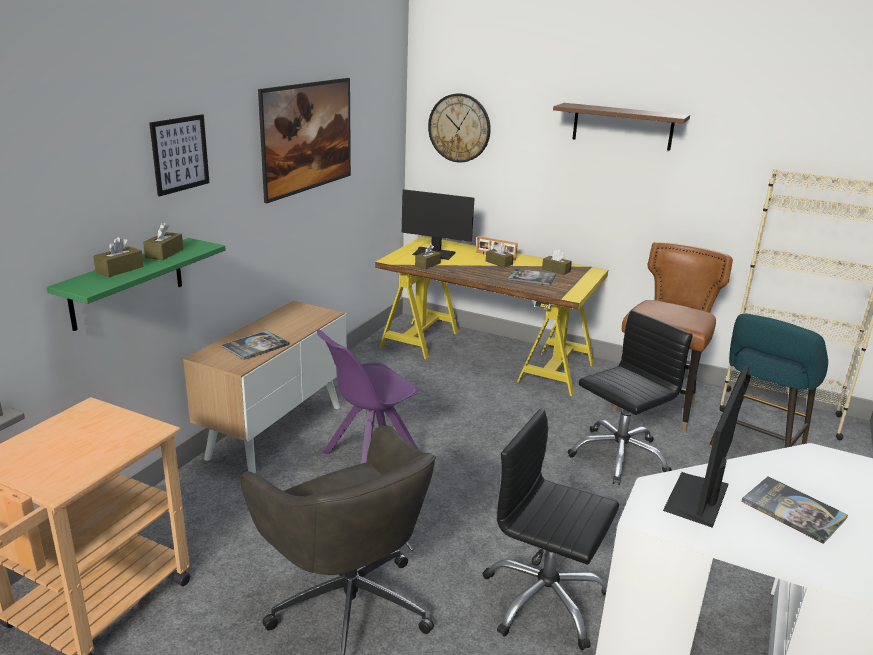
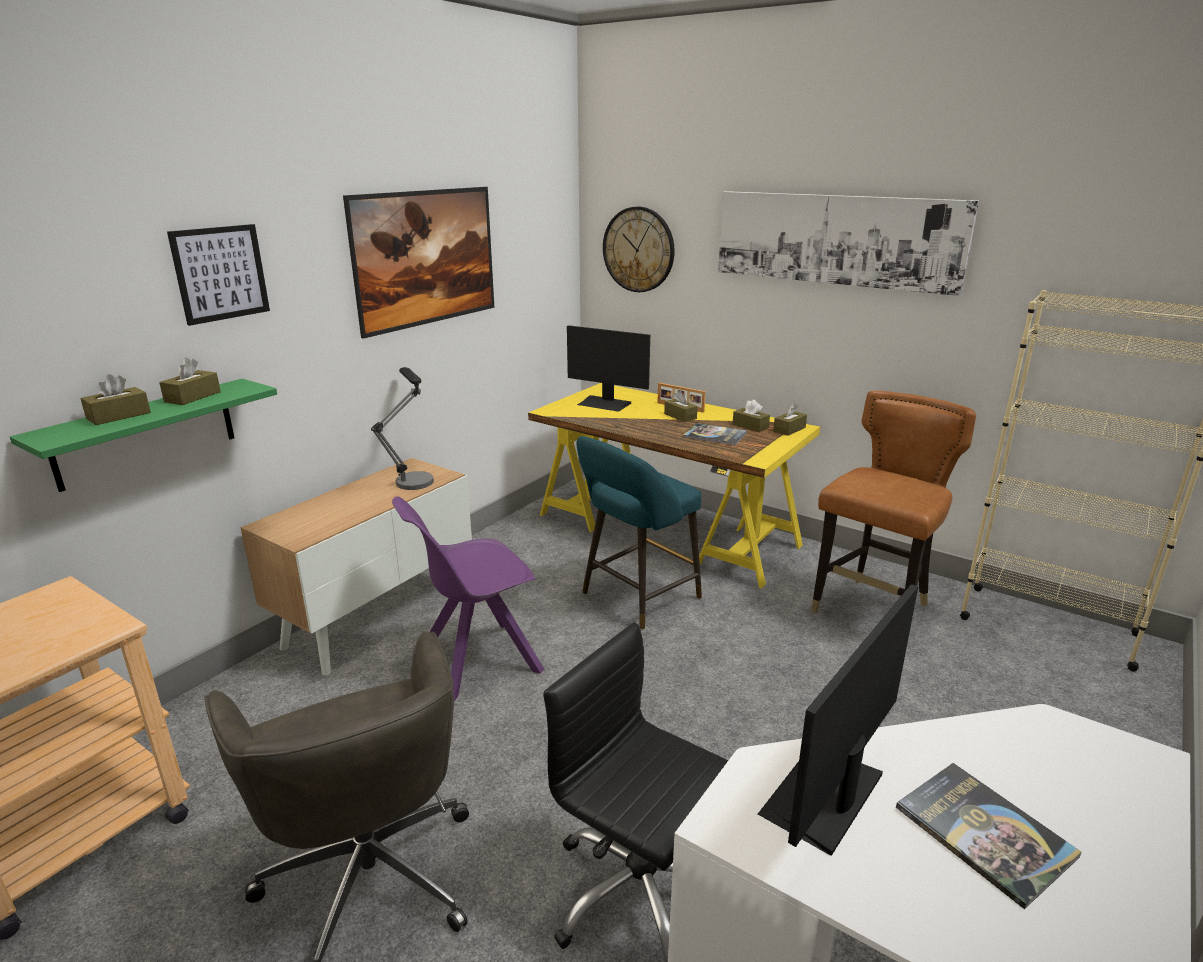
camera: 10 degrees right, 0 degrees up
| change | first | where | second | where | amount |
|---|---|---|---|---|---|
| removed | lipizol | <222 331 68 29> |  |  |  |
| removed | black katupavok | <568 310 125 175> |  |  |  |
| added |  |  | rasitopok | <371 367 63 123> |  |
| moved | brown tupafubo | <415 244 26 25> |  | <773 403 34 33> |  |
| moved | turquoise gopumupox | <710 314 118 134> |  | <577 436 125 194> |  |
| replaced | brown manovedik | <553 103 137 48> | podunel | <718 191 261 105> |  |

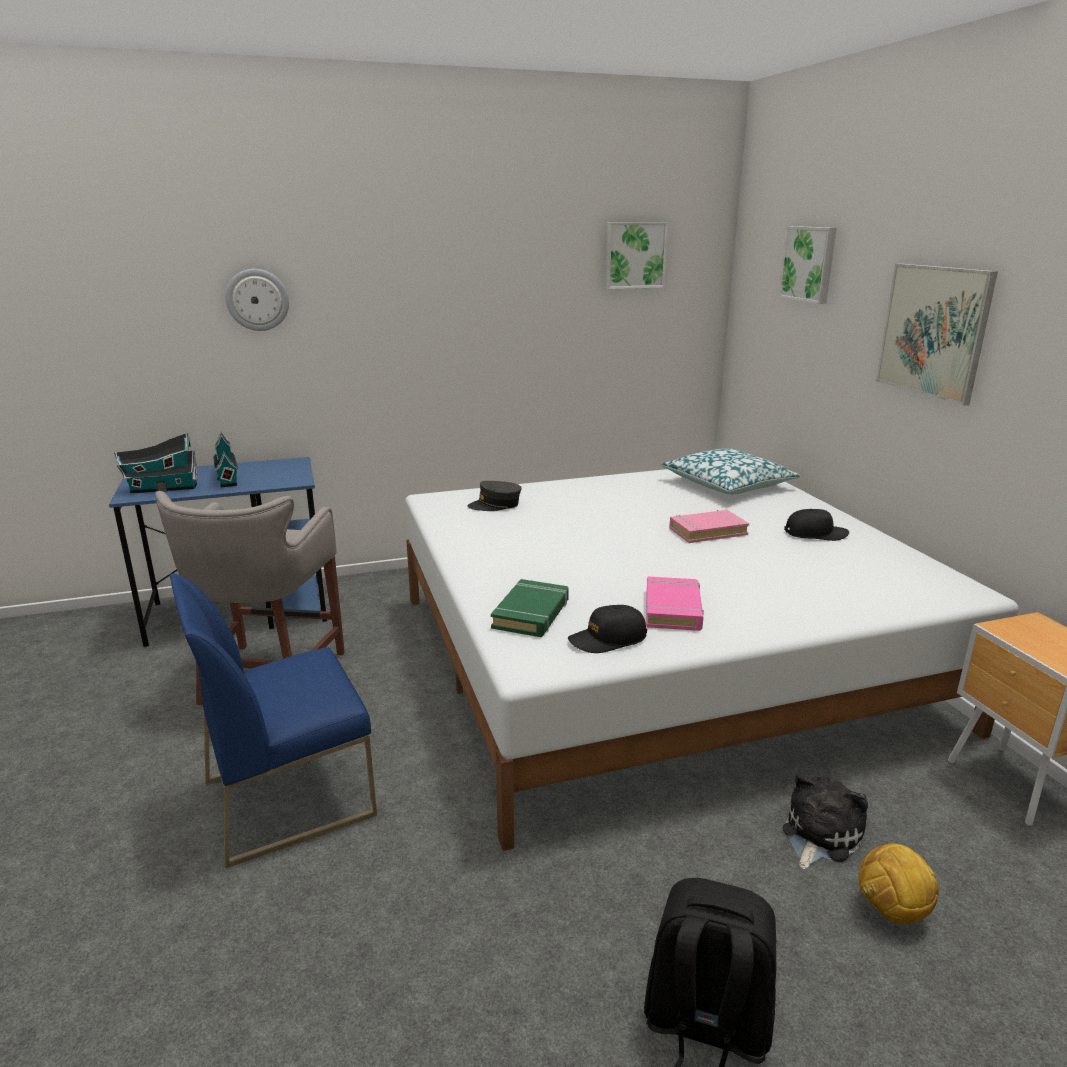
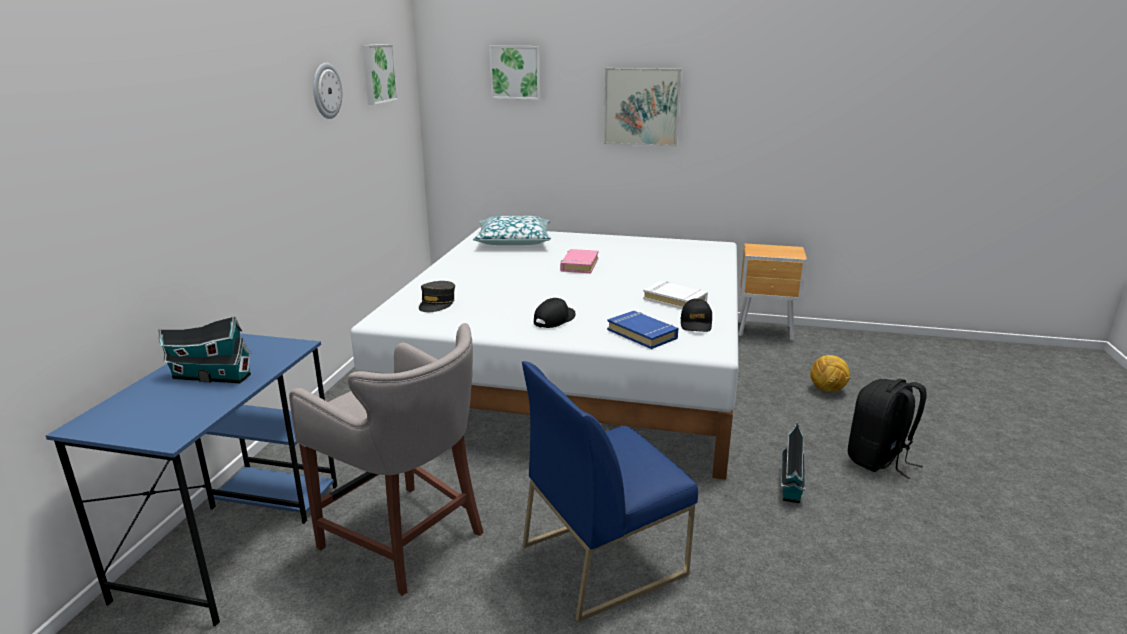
camera: 60 degrees left, 0 degrees up
| change | first | where | second | where | amount |
|---|---|---|---|---|---|
| removed | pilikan | <783 774 85 95> |  |  |  |
| moved | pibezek | <114 433 83 61> |  | <781 422 25 81> |  |
| moved | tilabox | <225 269 64 62> |  | <313 63 29 56> |  |
| moved | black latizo | <784 509 65 32> |  | <534 298 41 30> |  |
| recoloured | green lipizol | <491 579 78 58> | blue lipizol | <607 311 71 38> |  |
| recoloured | pink lipizol | <646 576 58 55> | white lipizol | <643 281 65 28> |  |
| turned | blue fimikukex | <169 573 208 295> |  | <522 361 176 261> | 60 degrees clockwise |

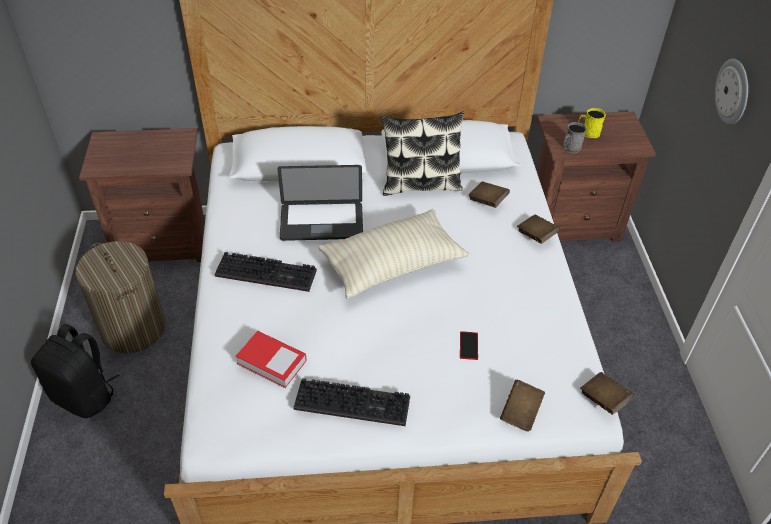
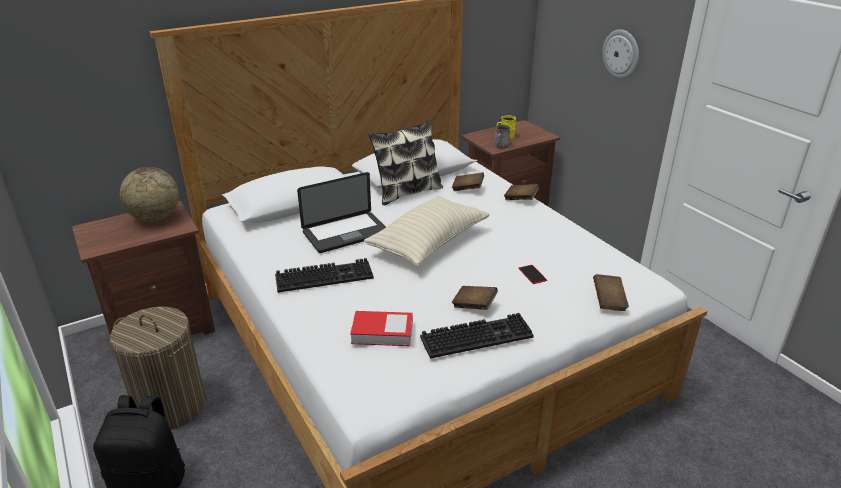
camera: 25 degrees left, 15 degrees down
| change | first | where | second | where | amount |
|---|---|---|---|---|---|
| added |  |  | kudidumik | <120 167 59 55> |  |
| moved | brown lipizol | <580 372 54 43> |  | <452 286 46 24> |  |

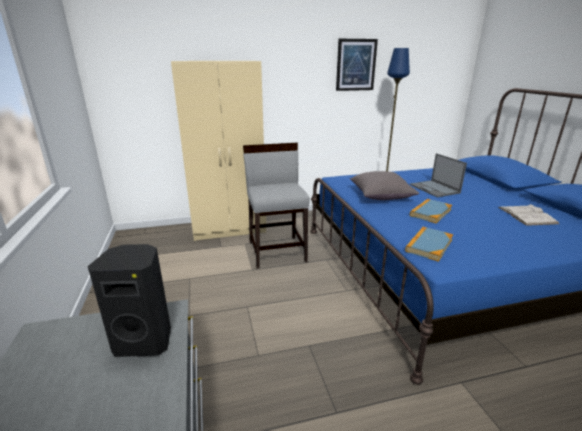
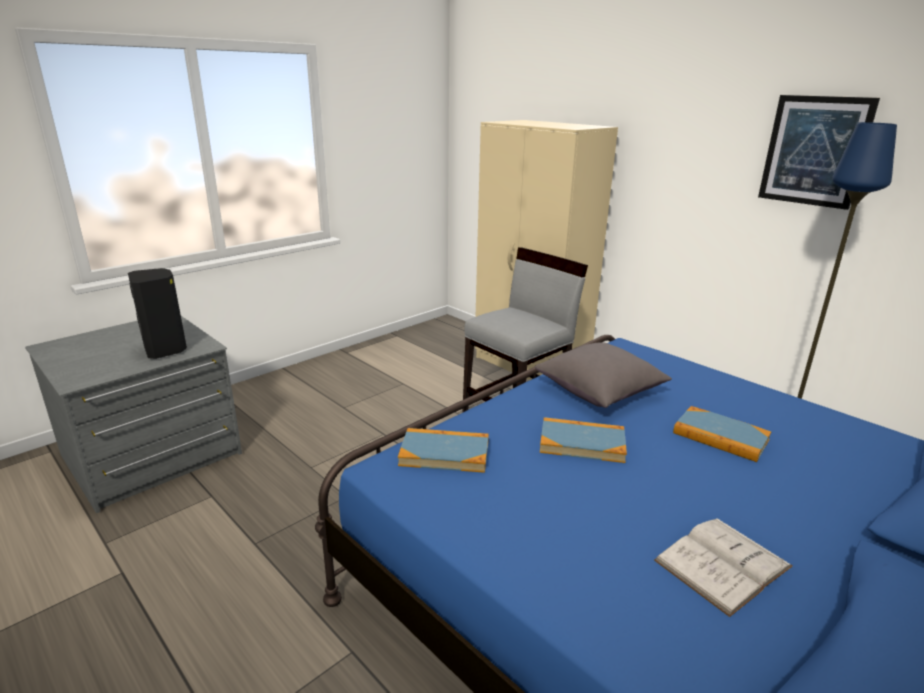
camera: 60 degrees right, 0 degrees up
| change | first | where | second | where | amount |
|---|---|---|---|---|---|
| replaced | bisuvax | <410 153 57 44> | lipizol | <673 406 98 56> |  |

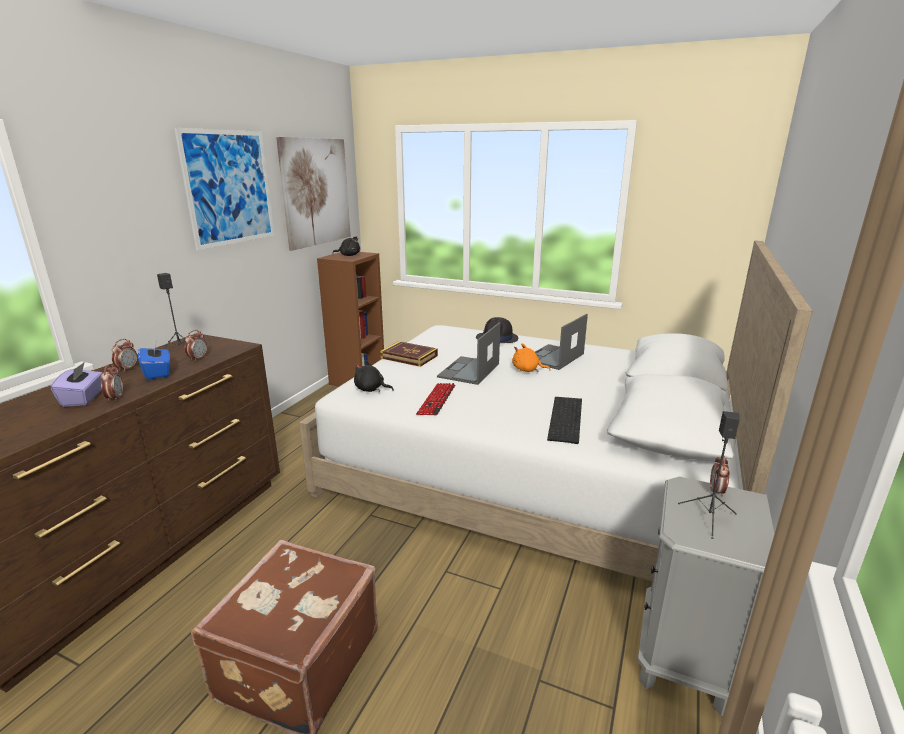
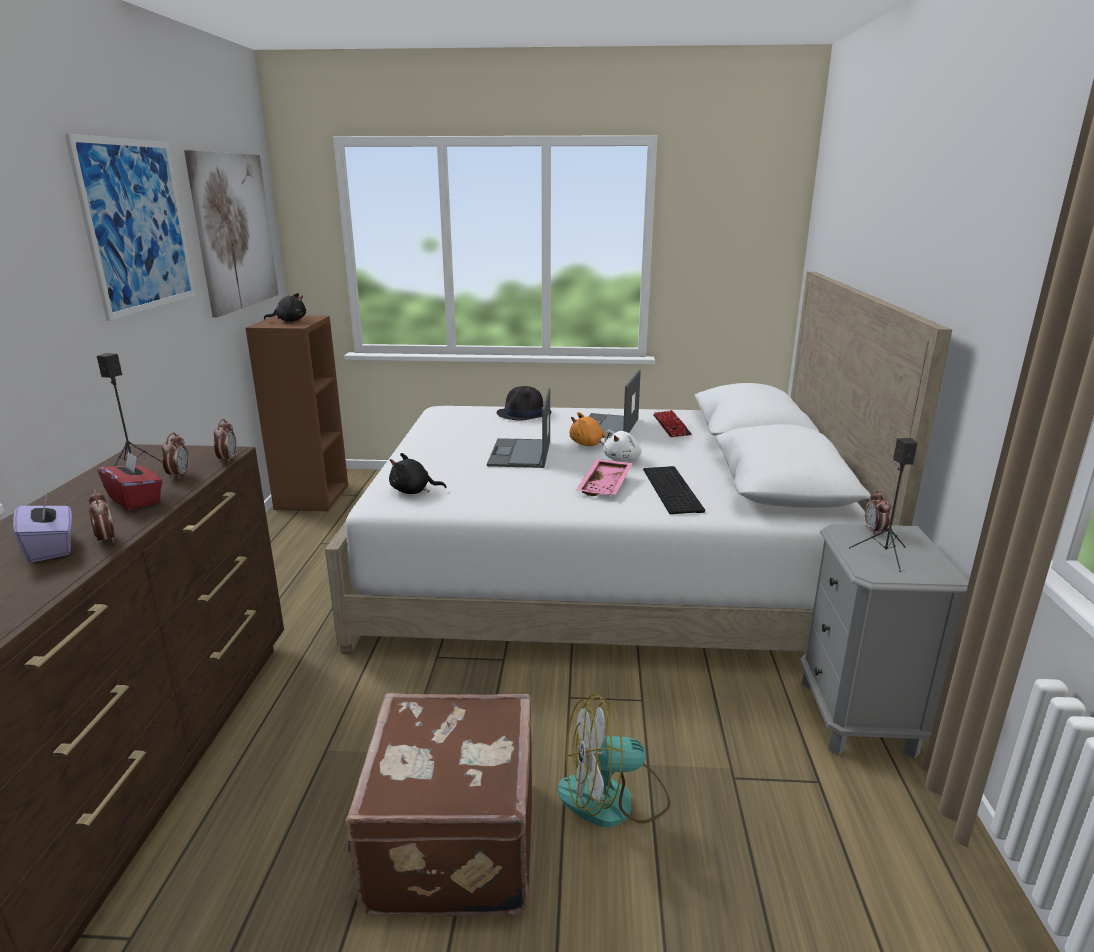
camera: 20 degrees left, 0 degrees up
| change | first | where | second | where | amount |
|---|---|---|---|---|---|
| removed | lipizol | <380 341 58 26> |  |  |  |
| added |  |  | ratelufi | <558 693 112 135> |  |
| added |  |  | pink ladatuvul | <576 459 57 37> |  |
| added |  |  | white pilikan | <603 430 38 31> |  |
| moved | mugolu | <112 339 25 33> |  | <214 419 23 44> |  |
| moved | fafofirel | <416 383 39 32> |  | <653 410 39 27> |  |
| recoloured | blue tupafubo | <138 341 32 39> | red tupafubo | <98 451 65 60> |  |

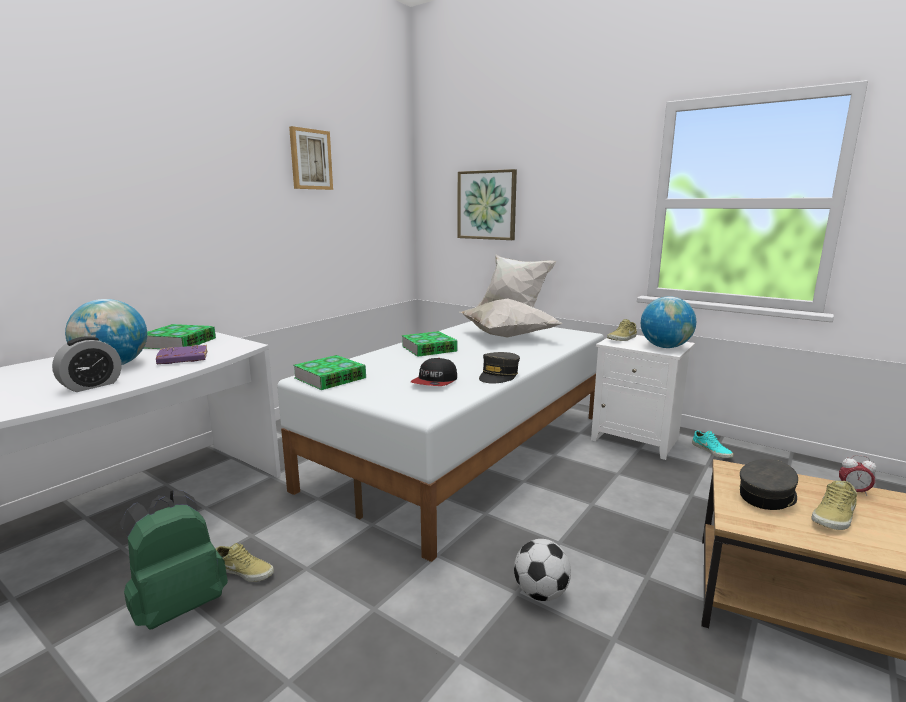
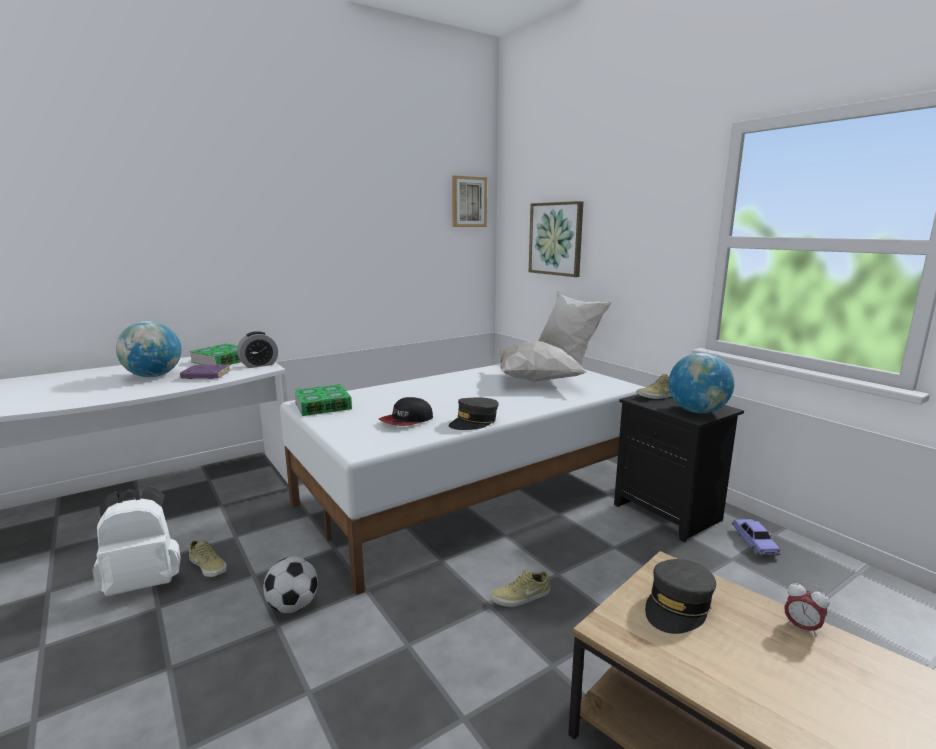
camera: 20 degrees right, 0 degrees up
| change | first | where | second | where | amount |
|---|---|---|---|---|---|
| removed | lipizol | <402 331 56 26> |  |  |  |
| moved | mugolu | <52 336 70 56> |  | <237 331 41 37> |  |
| moved | podunel | <289 126 44 64> |  | <452 176 35 51> |  |
| moved | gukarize | <514 539 57 62> |  | <263 556 55 57> |  |
| moved | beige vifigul | <812 481 45 49> |  | <490 569 60 38> |  |
| replaced | turquoise vifigul | <692 431 42 27> | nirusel | <732 519 49 38> |  |
| recoloured | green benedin | <120 490 108 140> | white benedin | <92 486 89 110> |  |
| recoloured | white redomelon | <591 335 104 125> | black redomelon | <614 394 130 149> |  |
| turned | grey latizo | <739 459 59 51> |  | <645 559 71 75> | 150 degrees clockwise |

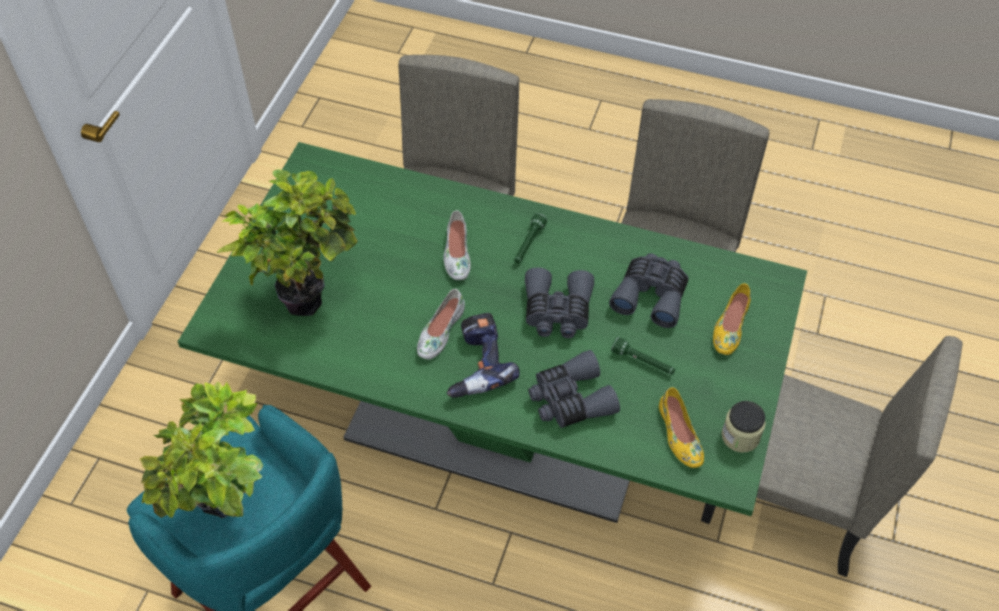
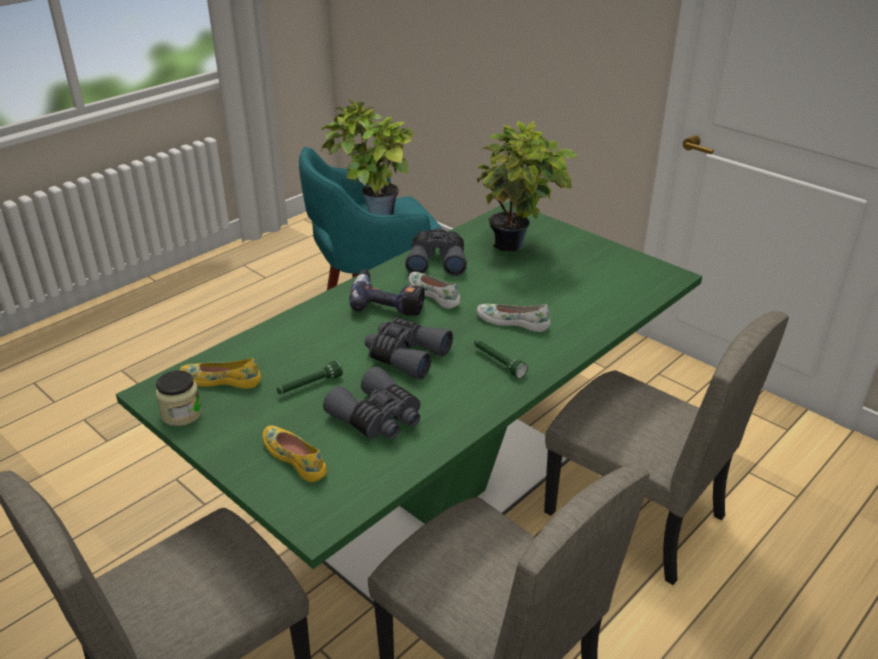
camera: 115 degrees right, 20 degrees down
| change | first | where | second | where | amount |
|---|---|---|---|---|---|
| moved | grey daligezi | <528 350 92 78> |  | <405 228 62 48> |  |

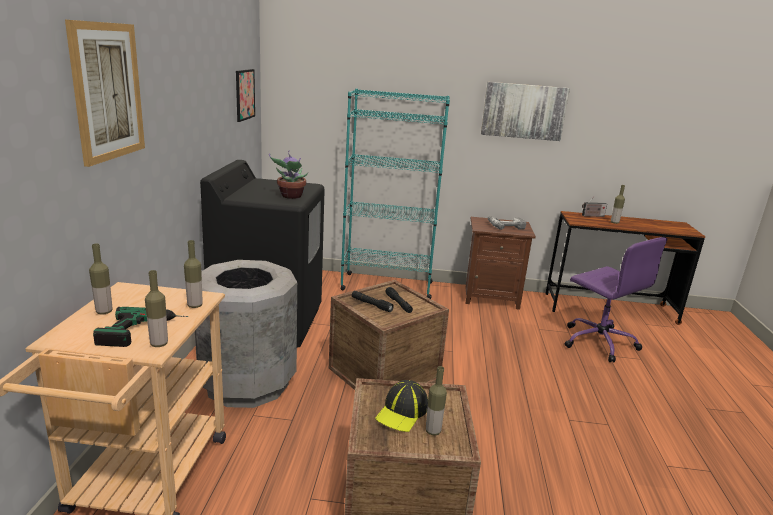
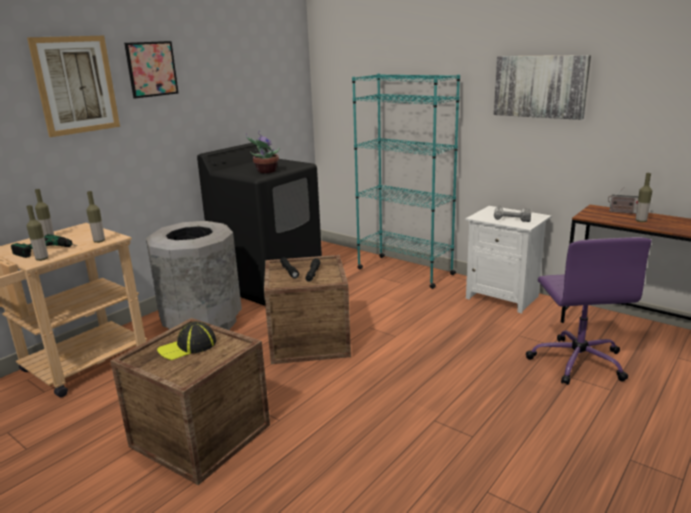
camera: 35 degrees right, 0 degrees up
| change | first | where | second | where | amount |
|---|---|---|---|---|---|
| removed | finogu | <426 366 21 70> |  |  |  |
| moved | podunel | <236 69 19 53> |  | <124 41 55 57> |  |
| recoloured | brown redomelon | <465 217 71 93> | white redomelon | <465 206 87 108> |  |

